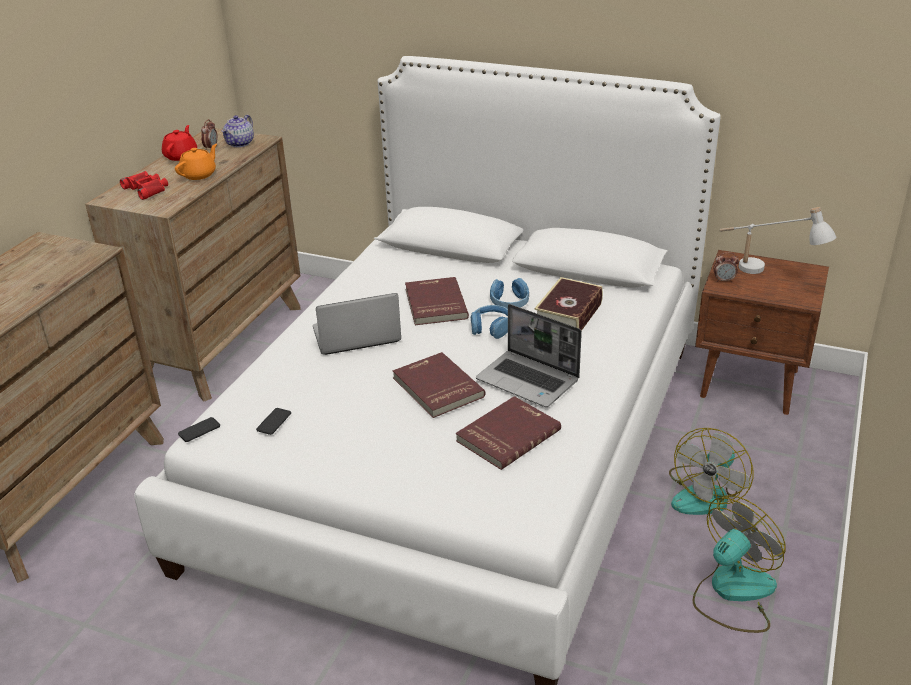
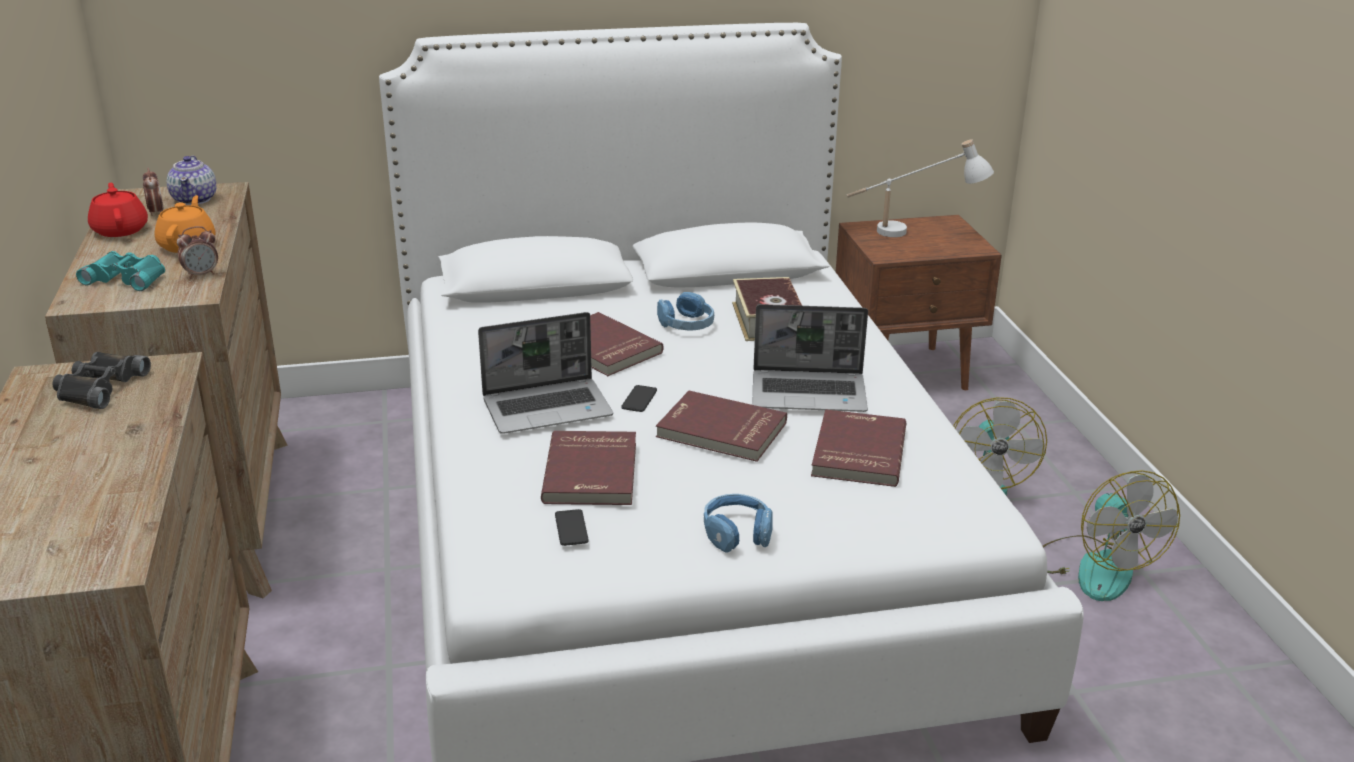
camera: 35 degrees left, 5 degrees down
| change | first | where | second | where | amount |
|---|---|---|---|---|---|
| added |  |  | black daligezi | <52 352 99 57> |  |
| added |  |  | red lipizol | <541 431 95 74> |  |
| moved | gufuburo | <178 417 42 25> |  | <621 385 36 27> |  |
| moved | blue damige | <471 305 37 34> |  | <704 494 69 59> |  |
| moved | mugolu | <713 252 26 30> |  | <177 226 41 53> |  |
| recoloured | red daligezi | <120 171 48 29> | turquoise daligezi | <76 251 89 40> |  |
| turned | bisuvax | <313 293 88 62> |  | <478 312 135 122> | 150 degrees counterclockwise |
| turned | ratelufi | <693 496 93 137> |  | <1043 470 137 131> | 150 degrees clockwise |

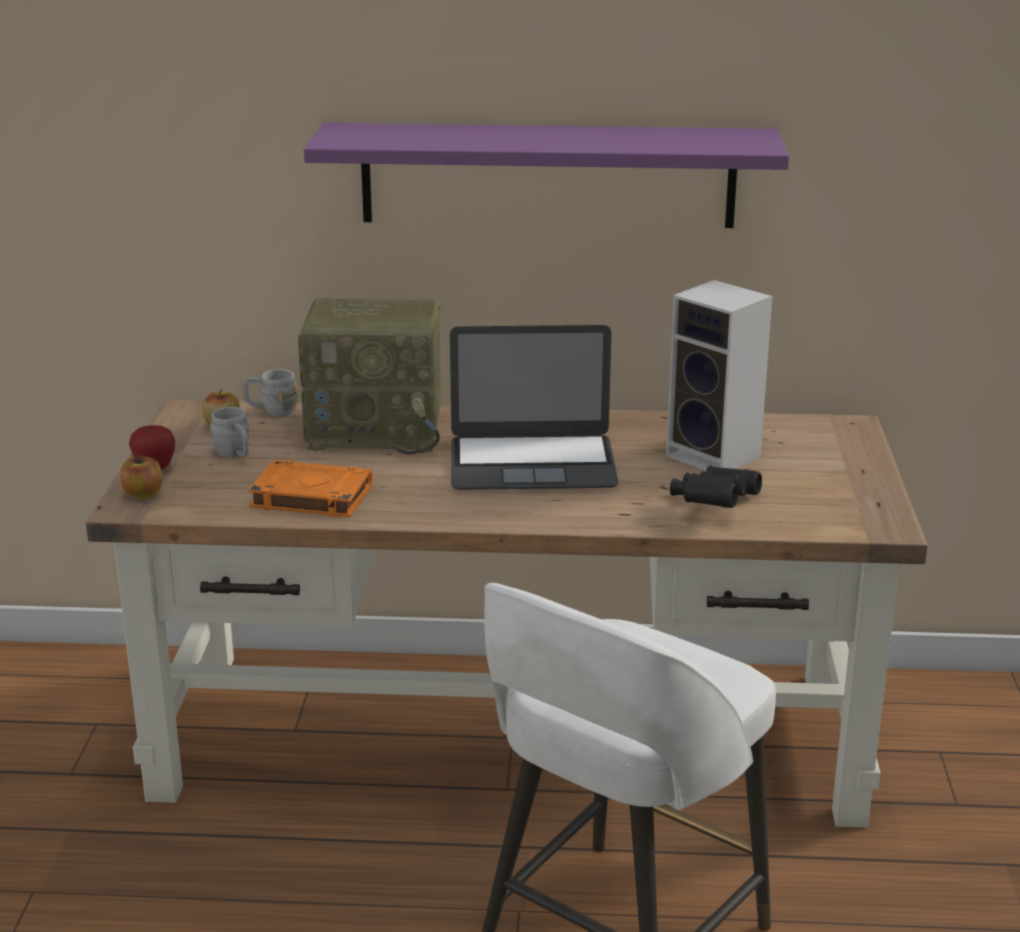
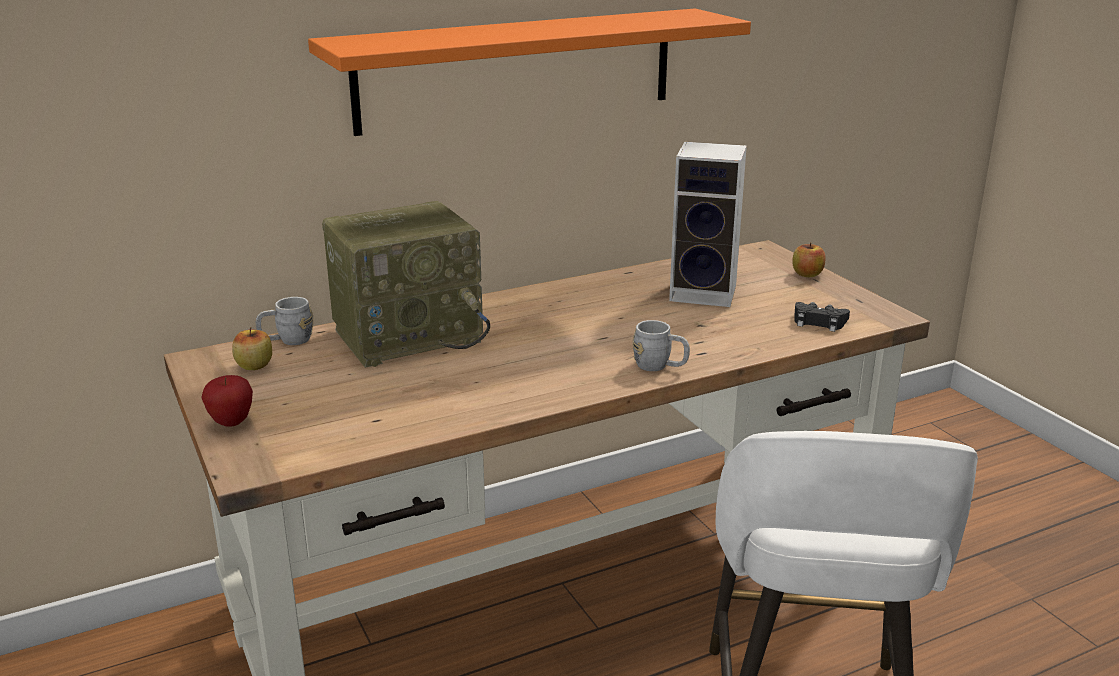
camera: 30 degrees left, 0 degrees up
| change | first | where | second | where | amount |
|---|---|---|---|---|---|
| removed | orange lipizol | <248 460 125 57> |  |  |  |
| removed | bisuvax | <450 325 168 165> |  |  |  |
| removed | black daligezi | <670 466 92 42> |  |  |  |
| added |  |  | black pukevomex | <794 302 56 30> |  |
| moved | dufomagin | <120 455 43 44> |  | <792 242 34 35> |  |
| moved | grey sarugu | <210 407 39 51> |  | <633 320 57 51> |  |
| recoloured | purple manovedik | <304 123 485 105> | orange manovedik | <308 8 443 128> |  |

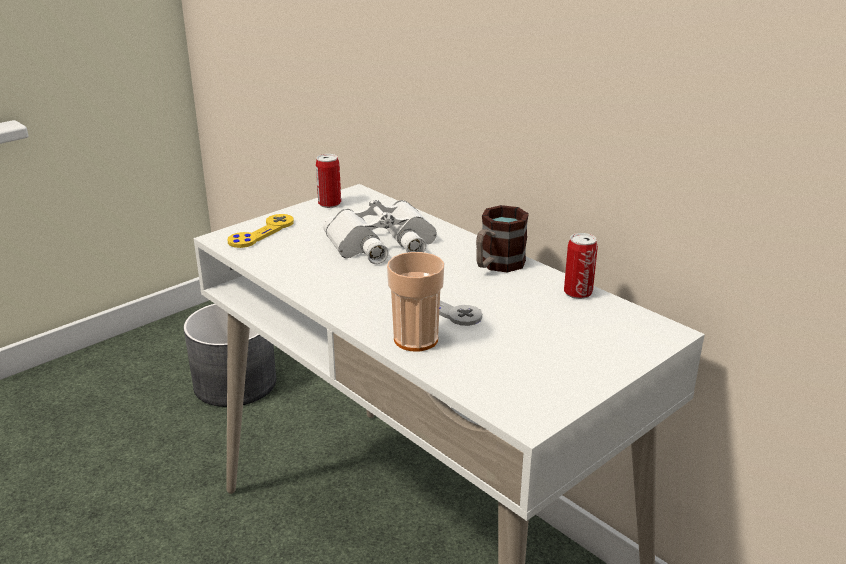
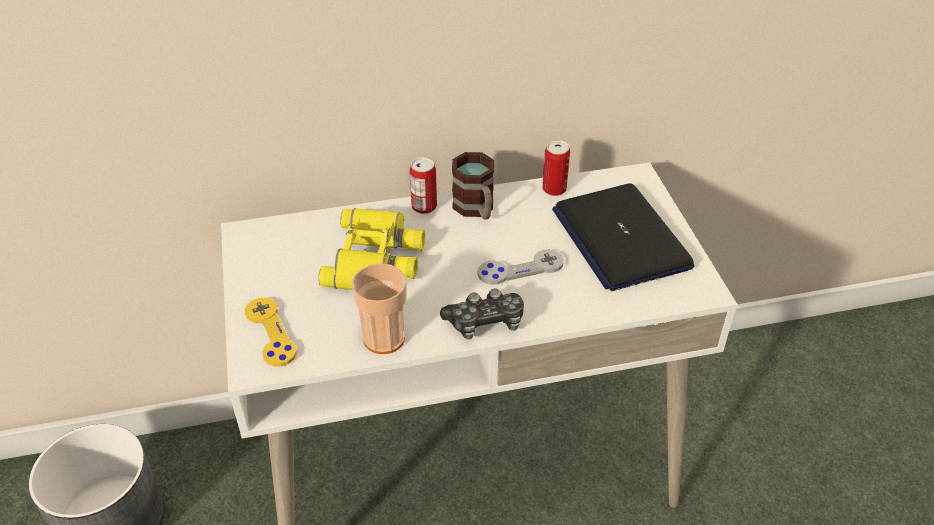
camera: 60 degrees left, 15 degrees up
| change | first | where | second | where | amount |
|---|---|---|---|---|---|
| added |  |  | pukevomex | <440 289 84 50> |  |
| added |  |  | bisuvax | <552 183 143 108> |  |
| moved | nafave | <316 154 25 54> |  | <410 157 27 57> |  |
| moved | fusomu | <387 252 57 100> |  | <351 263 56 91> |  |
| recoloured | white daligezi | <323 200 114 64> | yellow daligezi | <318 208 107 82> |  |

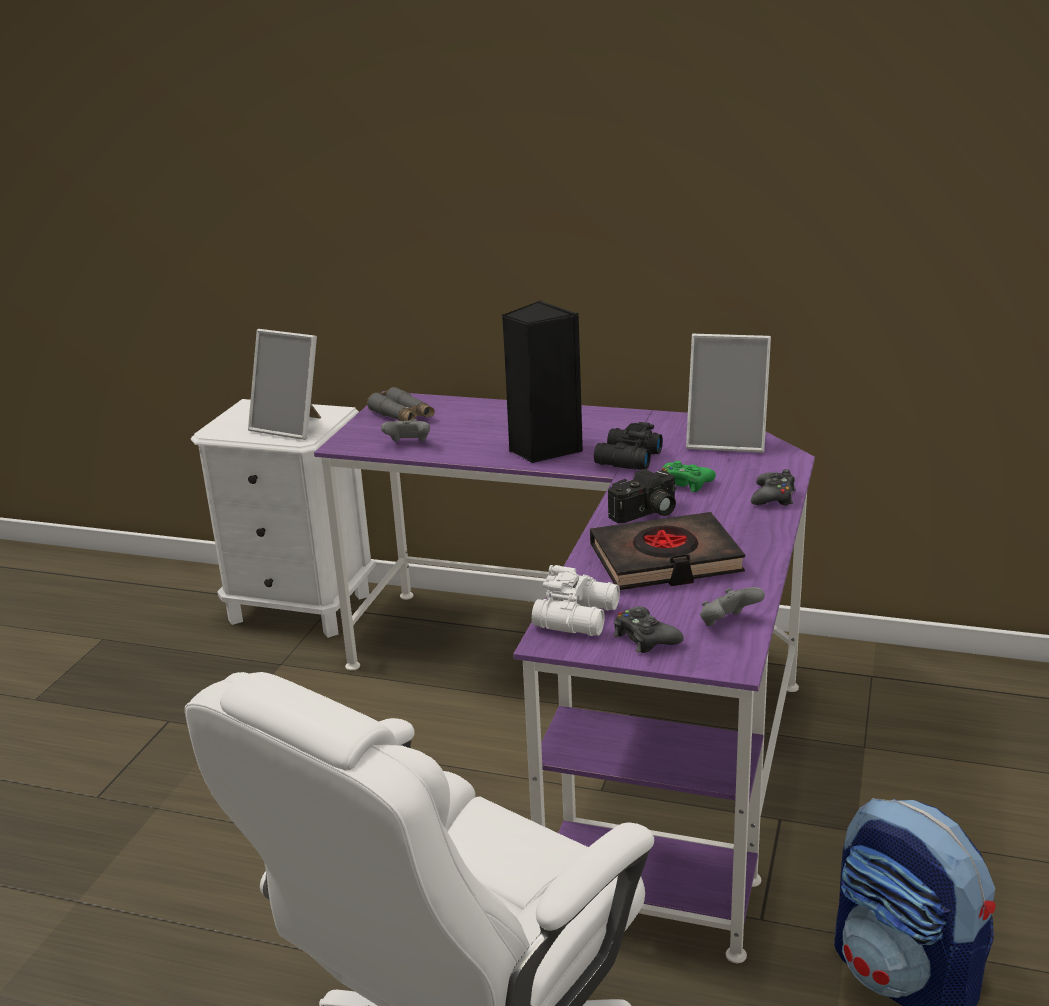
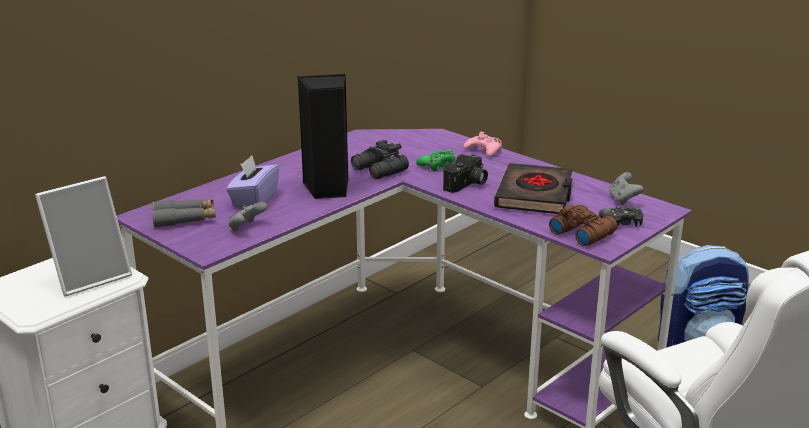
camera: 65 degrees left, 0 degrees up
| change | first | where | second | where | amount |
|---|---|---|---|---|---|
| removed | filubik | <686 334 85 119> |  |  |  |
| added |  |  | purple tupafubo | <226 156 53 52> |  |
| recoloured | white daligezi | <532 565 88 71> | brown daligezi | <549 204 68 42> |  |
| recoloured | black pukevomex | <751 469 45 37> | pink pukevomex | <464 132 38 25> |  |
| turned | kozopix | <608 469 68 54> |  | <443 154 45 39> | 45 degrees clockwise |

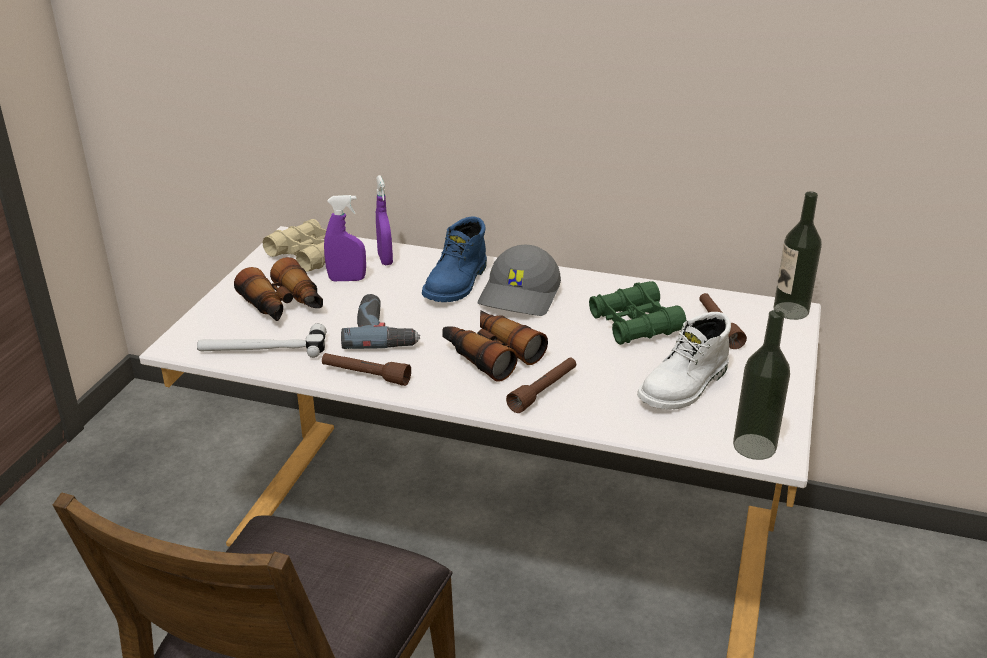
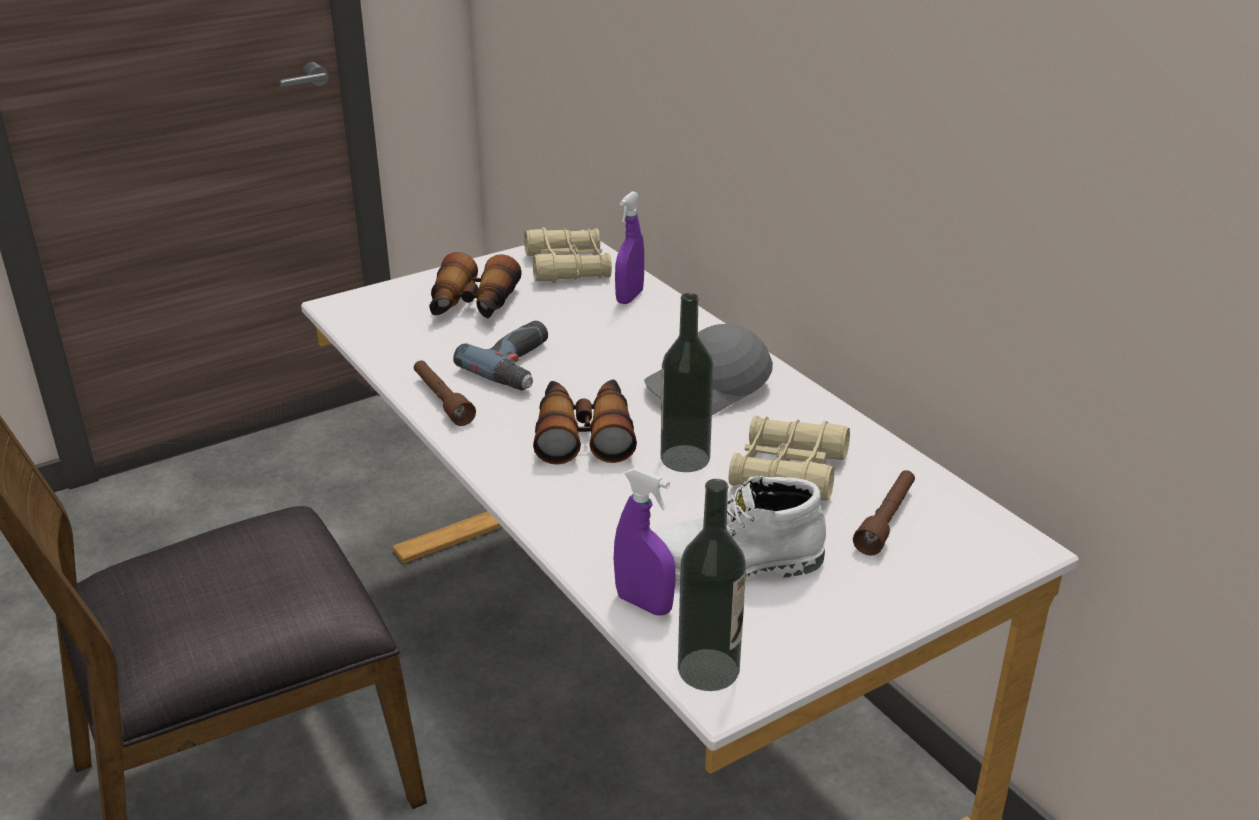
camera: 40 degrees right, 0 degrees up
| change | first | where | second | where | amount |
|---|---|---|---|---|---|
| removed | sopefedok | <197 324 129 34> |  |  |  |
| removed | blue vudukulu | <422 216 65 86> |  |  |  |
| removed | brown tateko | <506 357 70 56> |  |  |  |
| moved | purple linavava | <324 195 42 86> |  | <614 468 62 148> |  |
| moved | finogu | <773 191 49 129> |  | <661 293 53 179> |  |
| recoloured | green daligezi | <589 281 97 64> | beige daligezi | <729 416 121 85> |  |

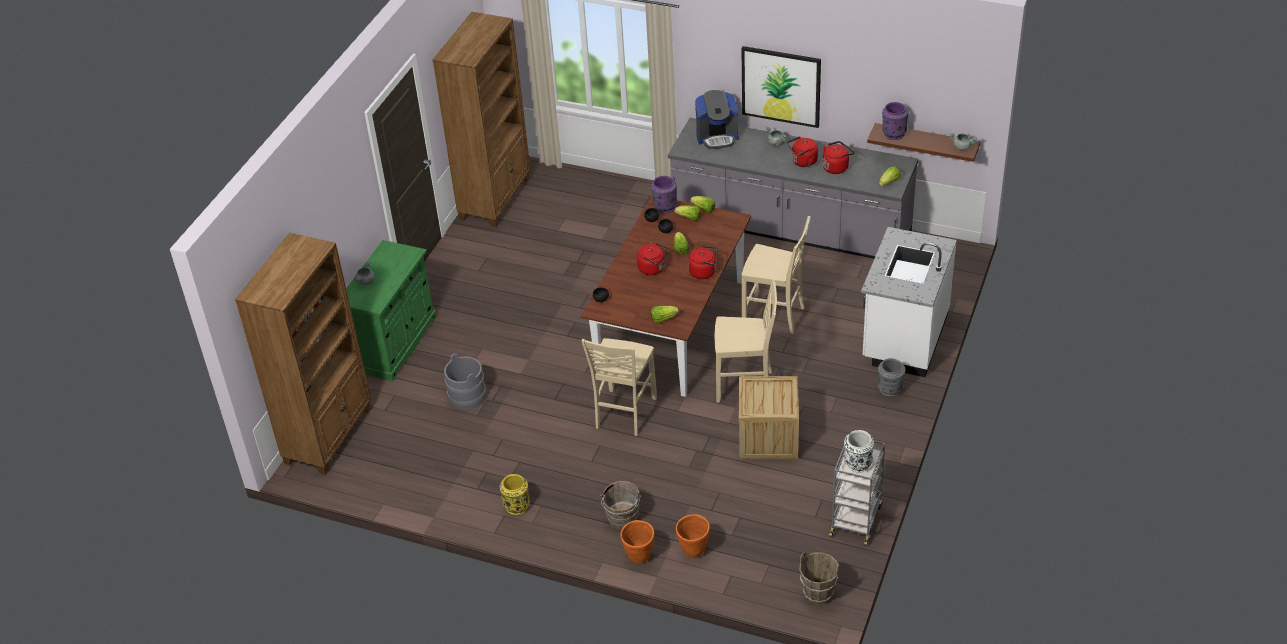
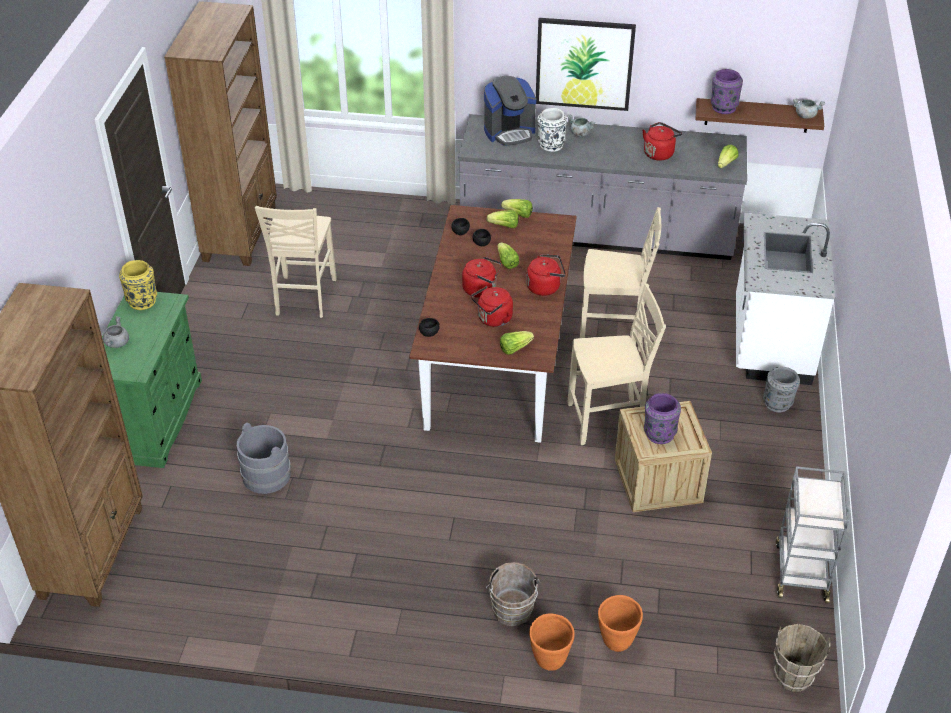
camera: 15 degrees left, 0 degrees up
| change | first | where | second | where | amount |
|---|---|---|---|---|---|
| moved | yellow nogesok | <500 474 30 41> |  | <119 260 38 50> |  |
| moved | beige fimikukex | <581 338 76 98> |  | <255 206 82 112> |  |
| moved | purple nogesok | <651 176 26 37> |  | <644 393 37 51> |  |
| moved | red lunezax | <787 136 31 31> |  | <471 286 42 41> |  |
| moved | white nogesok | <844 430 30 42> |  | <538 108 29 44> |  |

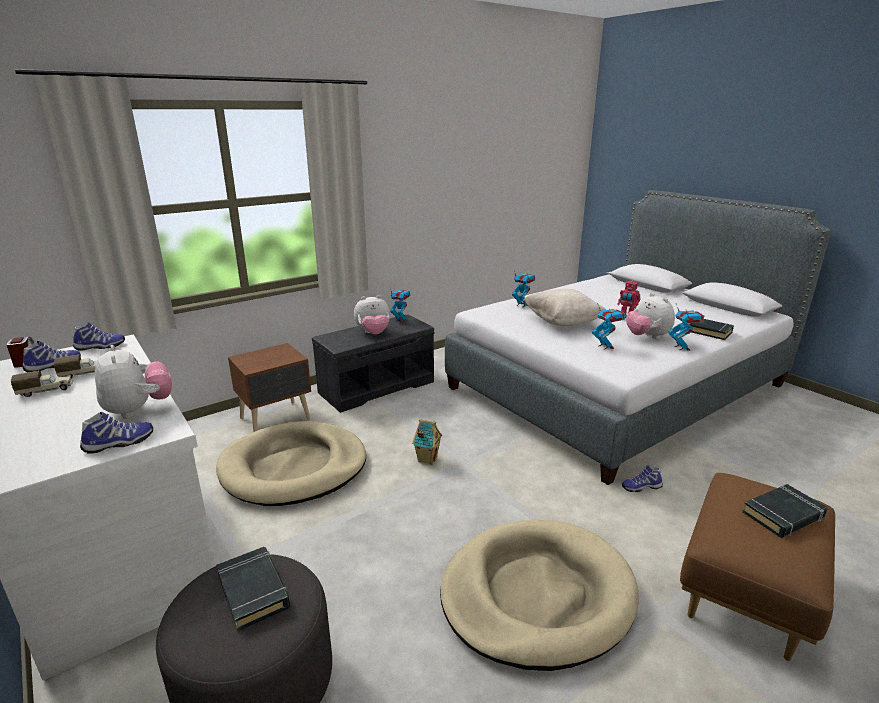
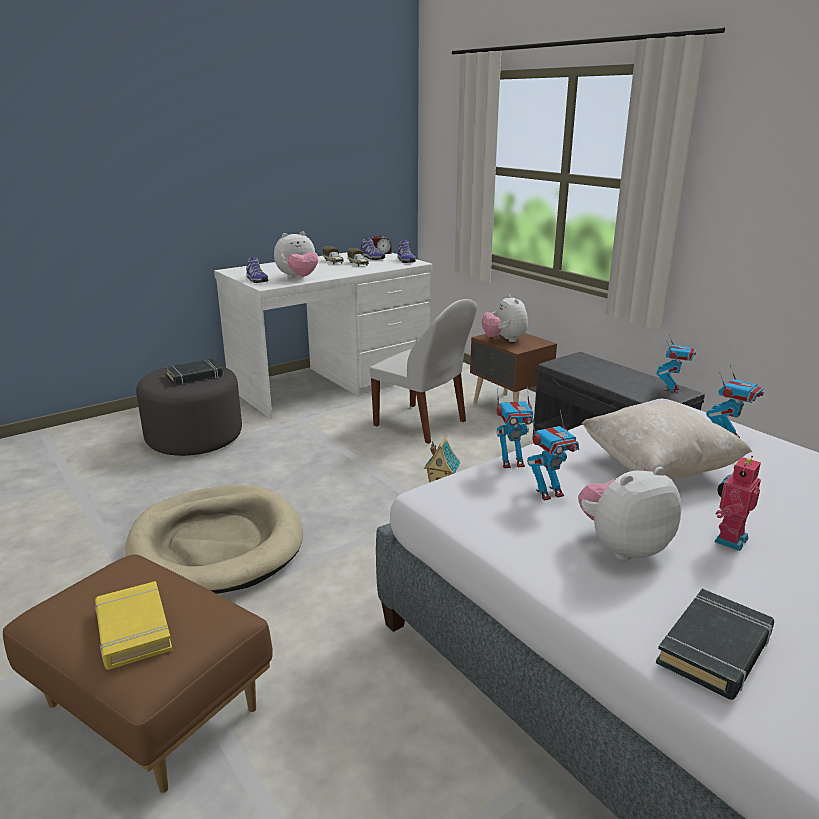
camera: 90 degrees right, 0 degrees up
| change | first | where | second | where | amount |
|---|---|---|---|---|---|
| removed | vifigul | <622 465 41 27> |  |  |  |
| moved | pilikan | <354 295 36 40> |  | <482 294 46 48> |  |
| moved | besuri | <668 304 36 47> |  | <497 386 38 82> |  |
| replaced | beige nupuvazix | <216 421 150 85> | white fimikukex | <370 299 107 145> |  |
| recoloured | black lipizol | <742 484 85 54> | yellow lipizol | <95 581 78 89> |  |

